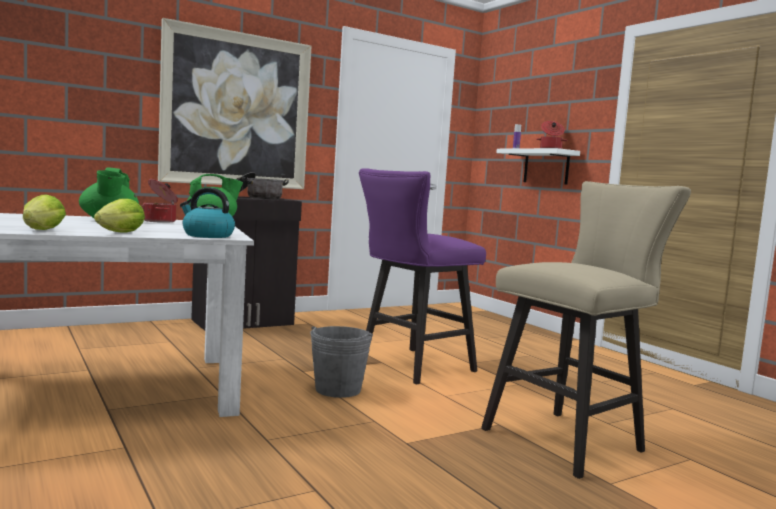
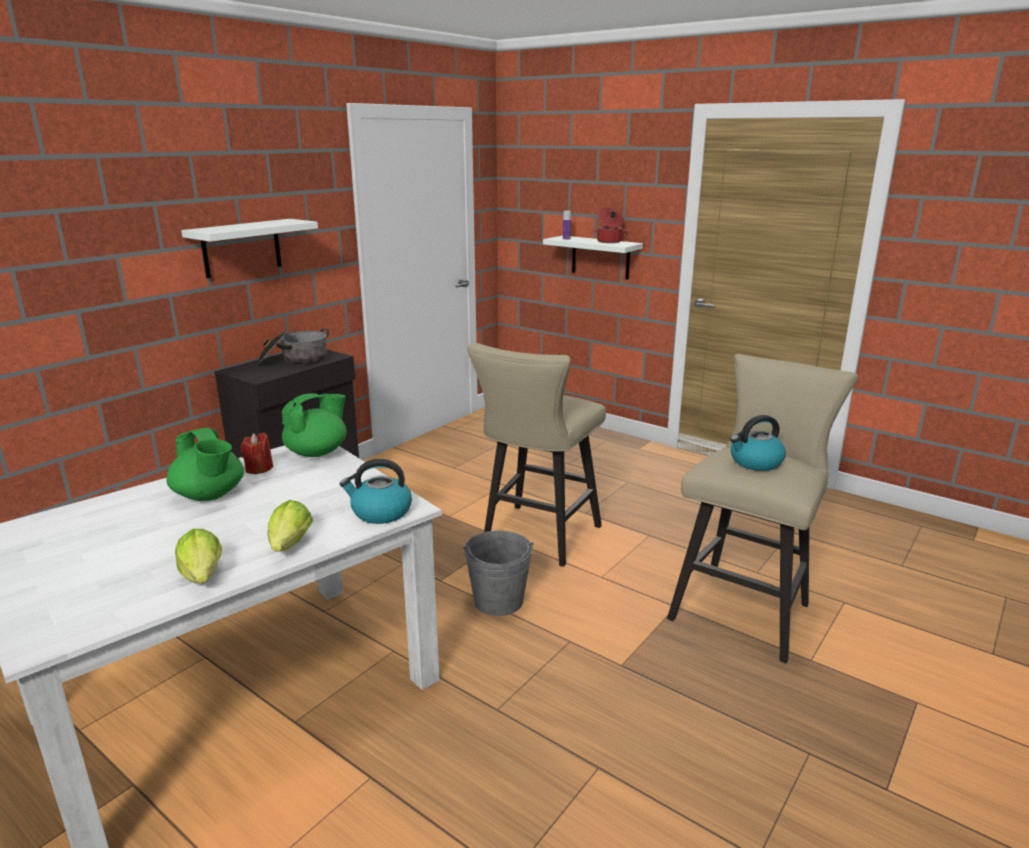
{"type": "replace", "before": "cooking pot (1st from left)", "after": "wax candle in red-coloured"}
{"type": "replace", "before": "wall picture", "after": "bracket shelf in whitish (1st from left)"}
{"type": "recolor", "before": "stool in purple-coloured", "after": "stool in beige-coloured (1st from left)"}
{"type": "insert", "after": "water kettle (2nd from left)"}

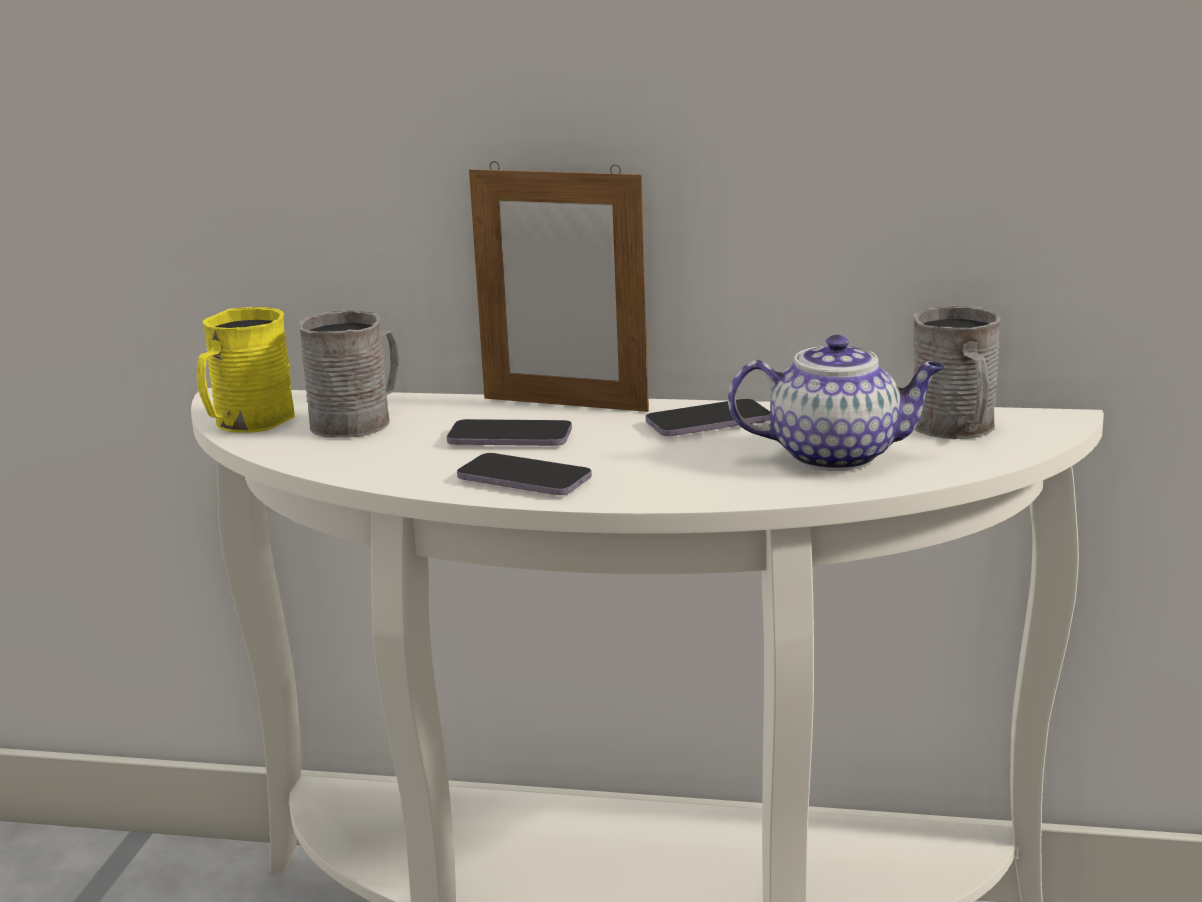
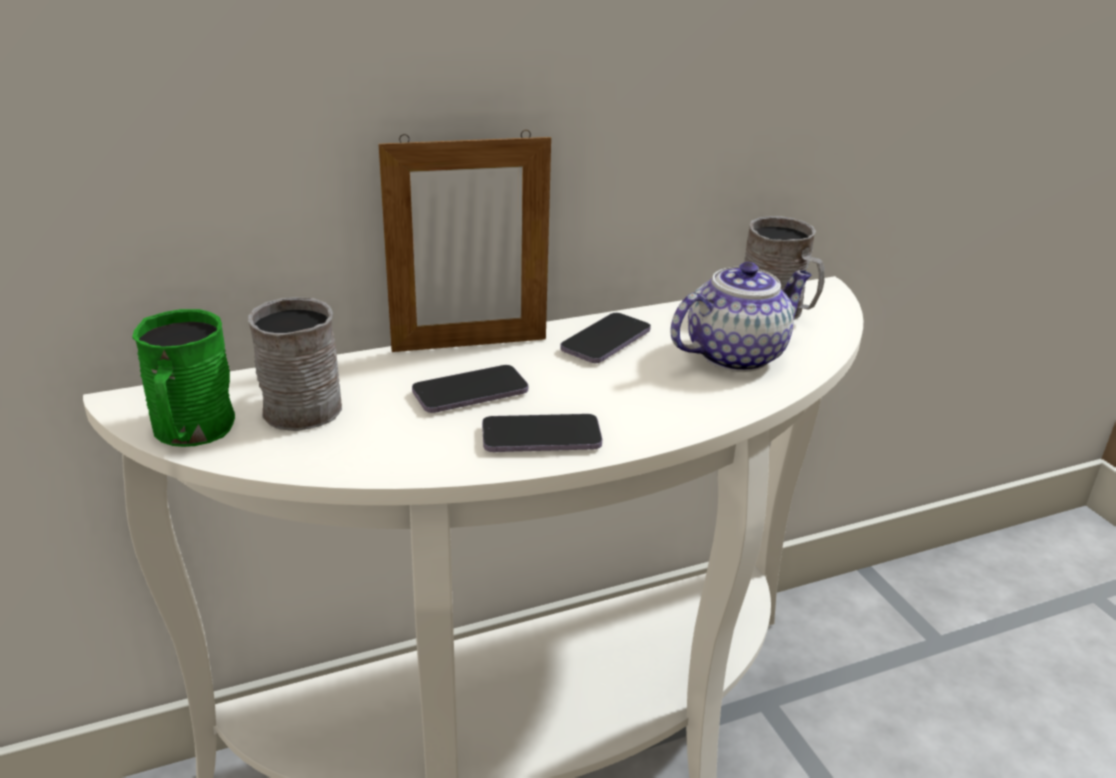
{"type": "recolor", "before": "tea mug in yellow", "after": "tea mug in greenish"}

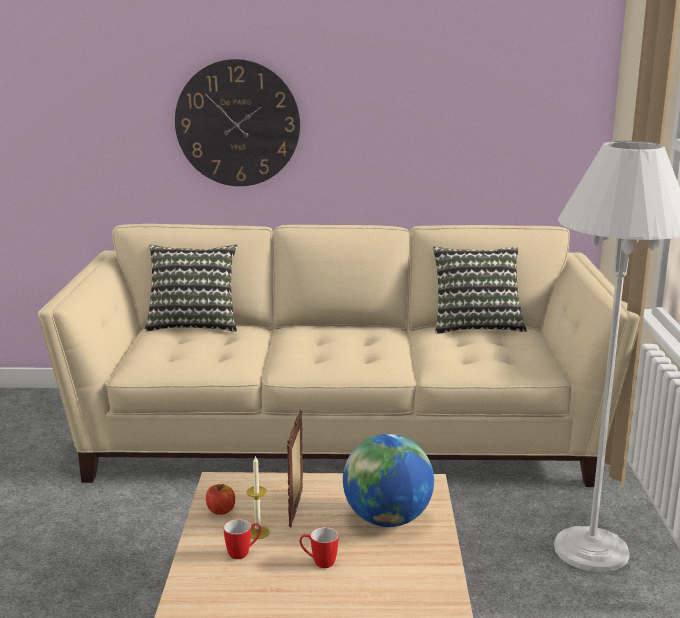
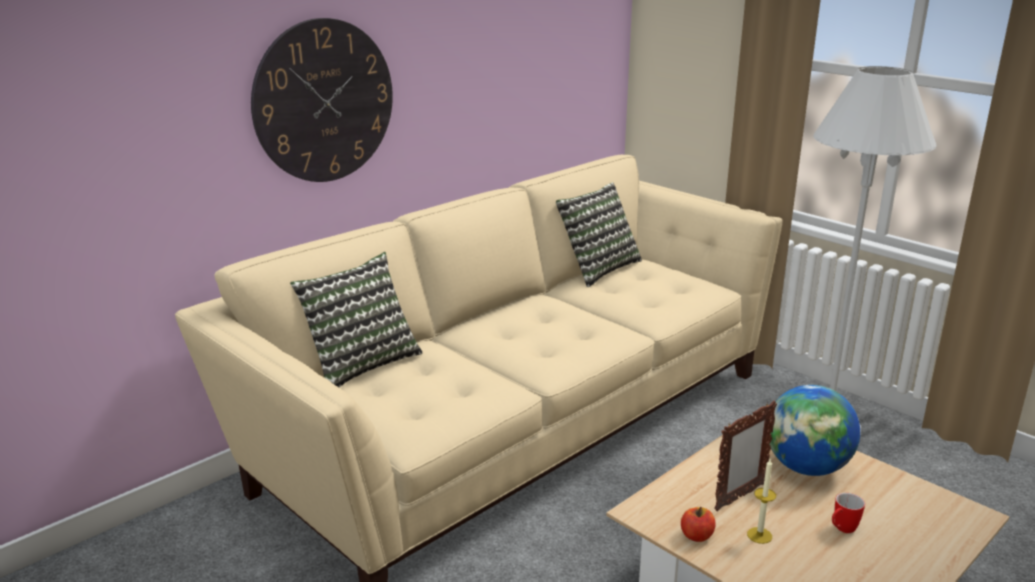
{"type": "delete", "before": "tea mug (1st from left)"}
{"type": "rotate", "before": "picture frame", "turn": -90}

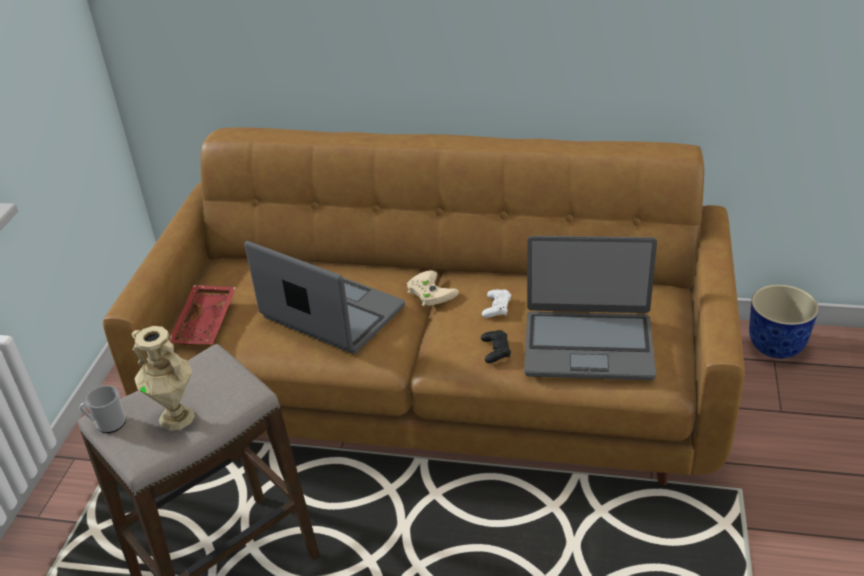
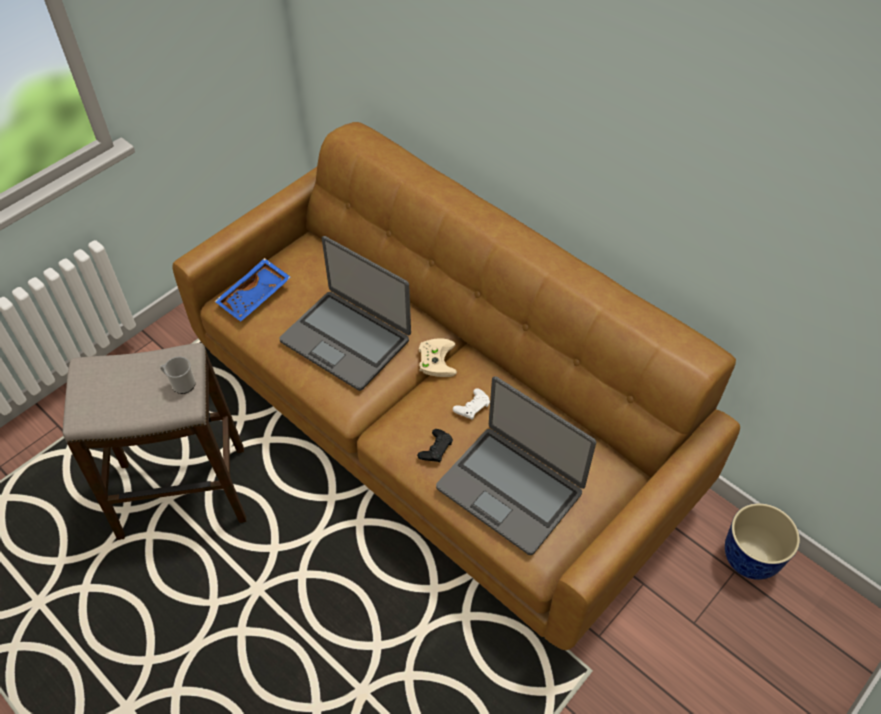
{"type": "move", "before": "tea mug"}
{"type": "delete", "before": "decorative vase in beige-coloured"}
{"type": "recolor", "before": "serving tray in red-coloured", "after": "serving tray in bluish"}
{"type": "rotate", "before": "portable computer (1st from left)", "turn": 150}

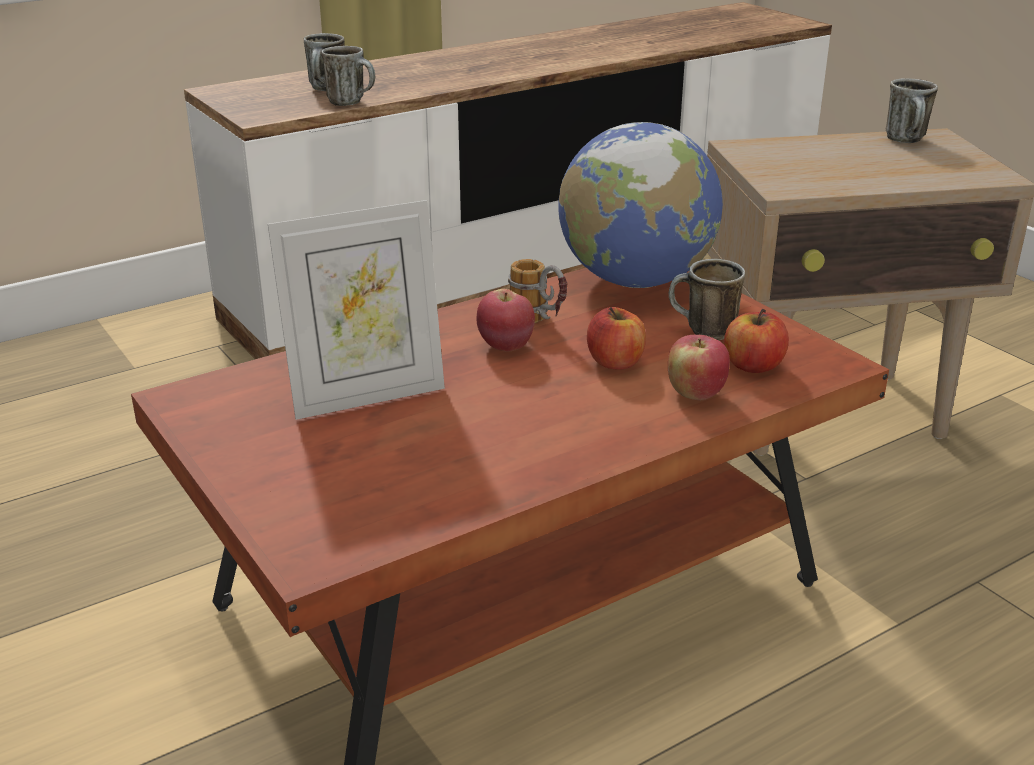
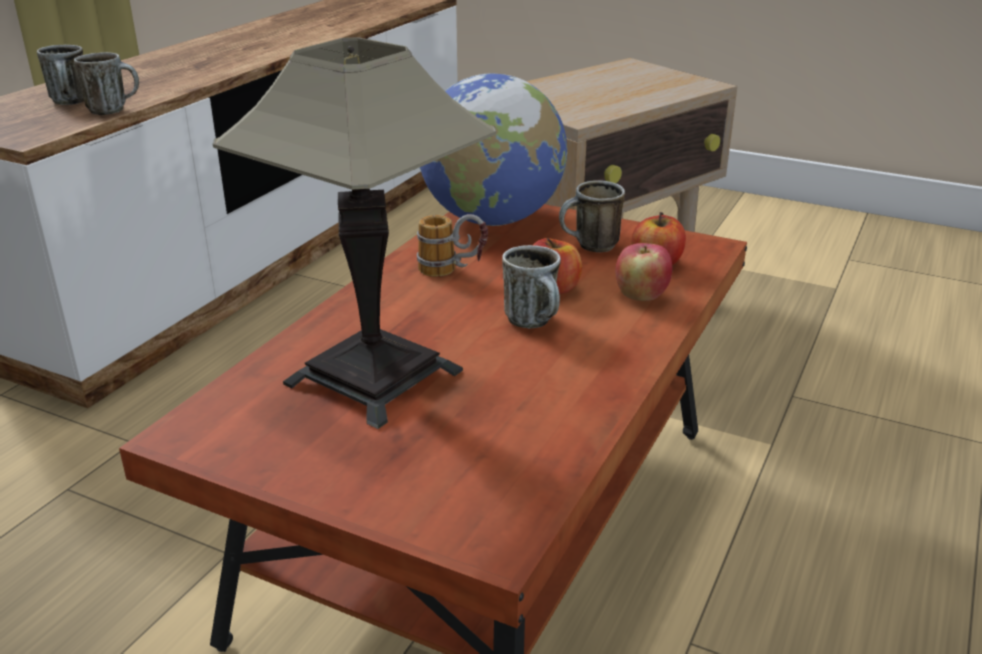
{"type": "replace", "before": "picture frame", "after": "table lamp"}
{"type": "delete", "before": "whole apple (1st from left)"}
{"type": "move", "before": "tea mug (5th from left in the first image)", "after": "tea mug (4th from left)"}

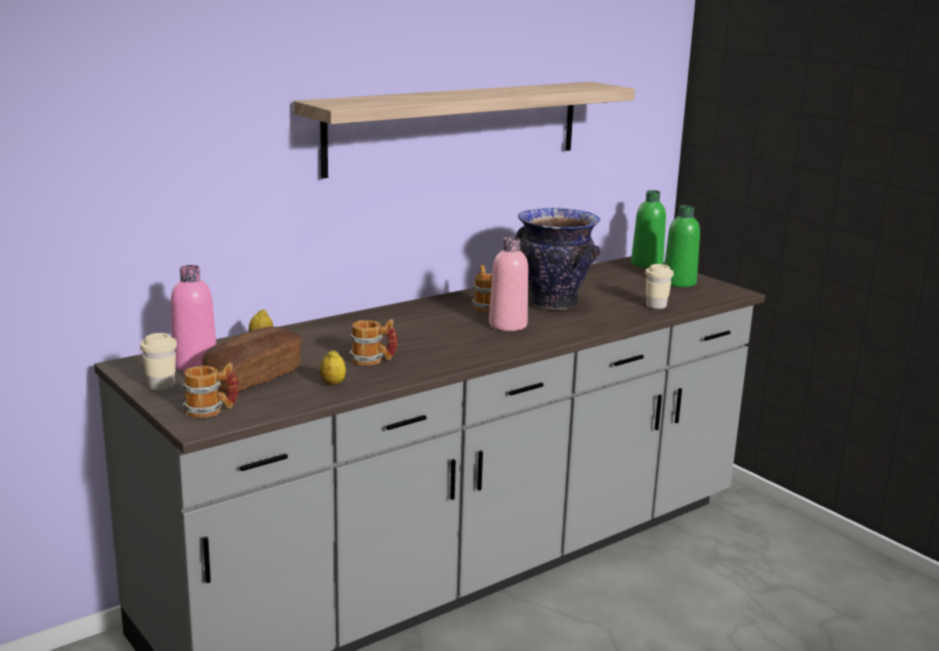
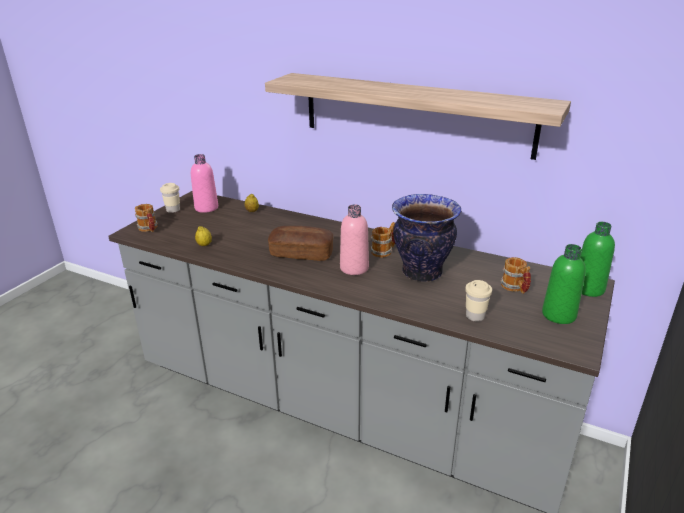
{"type": "move", "before": "bread"}
{"type": "move", "before": "tea mug (2nd from left in the first image)", "after": "tea mug (3rd from left)"}

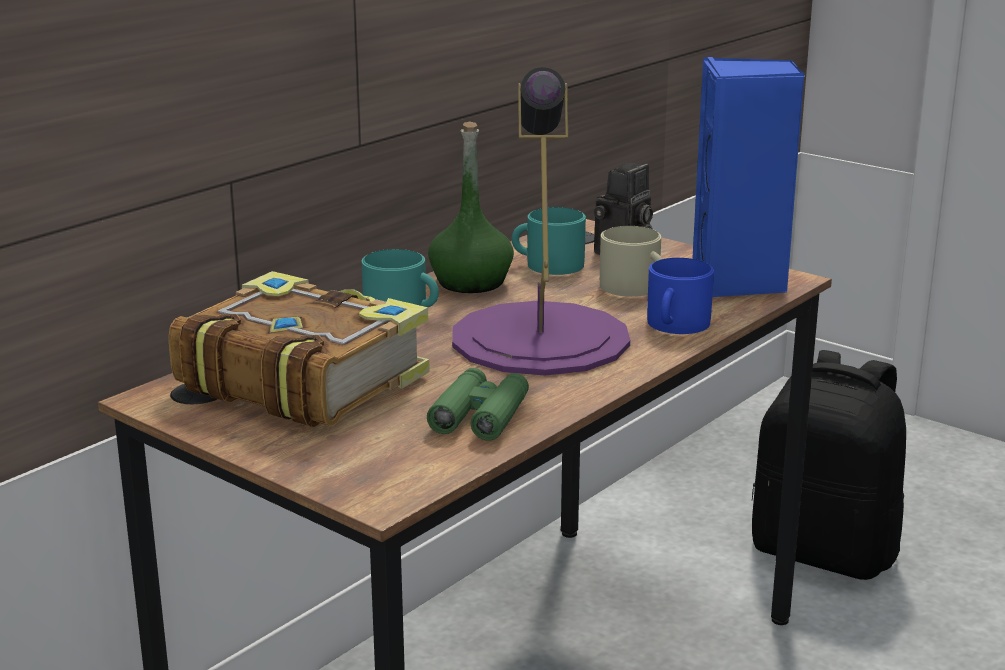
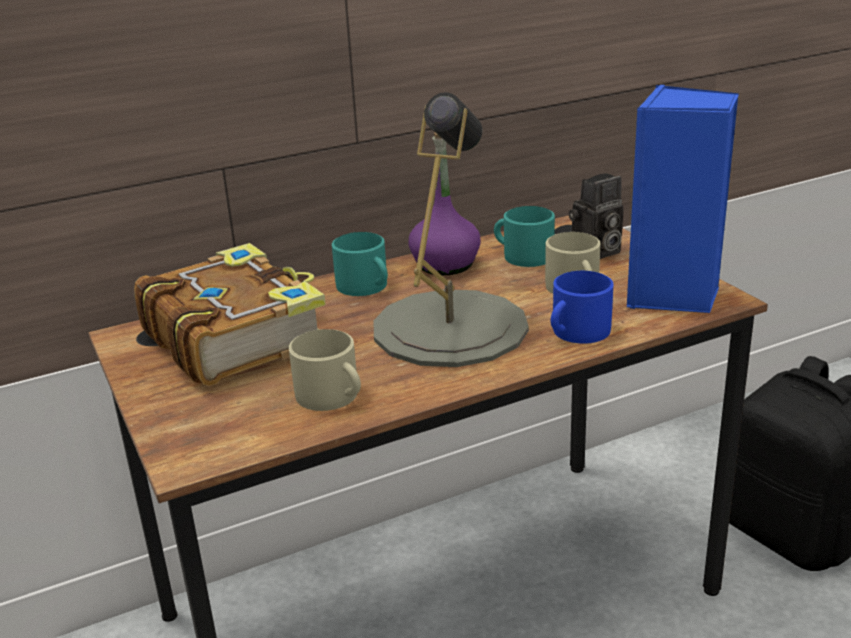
{"type": "replace", "before": "binoculars in greenish", "after": "tea mug in beige-coloured (1st from left)"}
{"type": "recolor", "before": "drink bottle in greenish", "after": "drink bottle in purple-coloured"}
{"type": "recolor", "before": "table lamp in purple-coloured", "after": "table lamp in gray"}

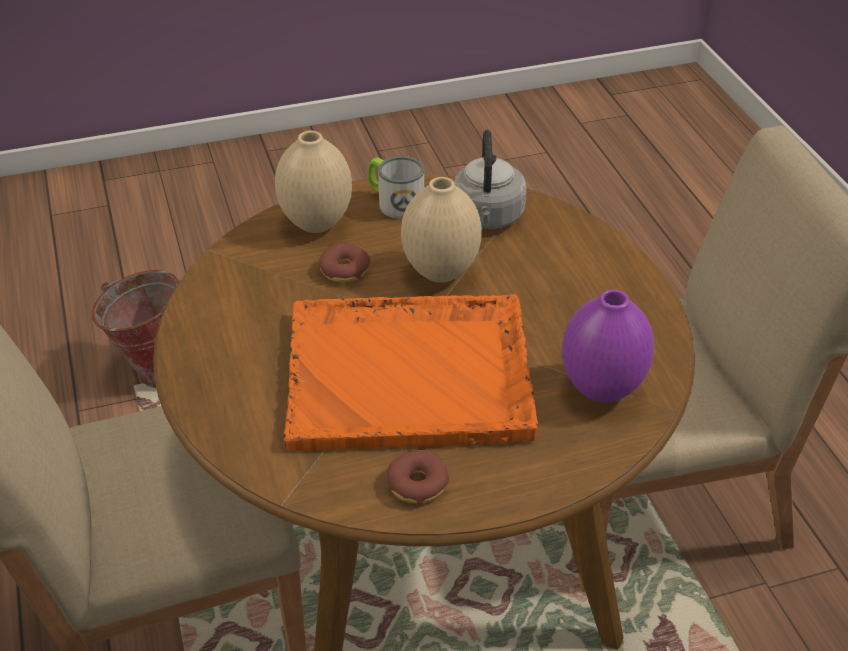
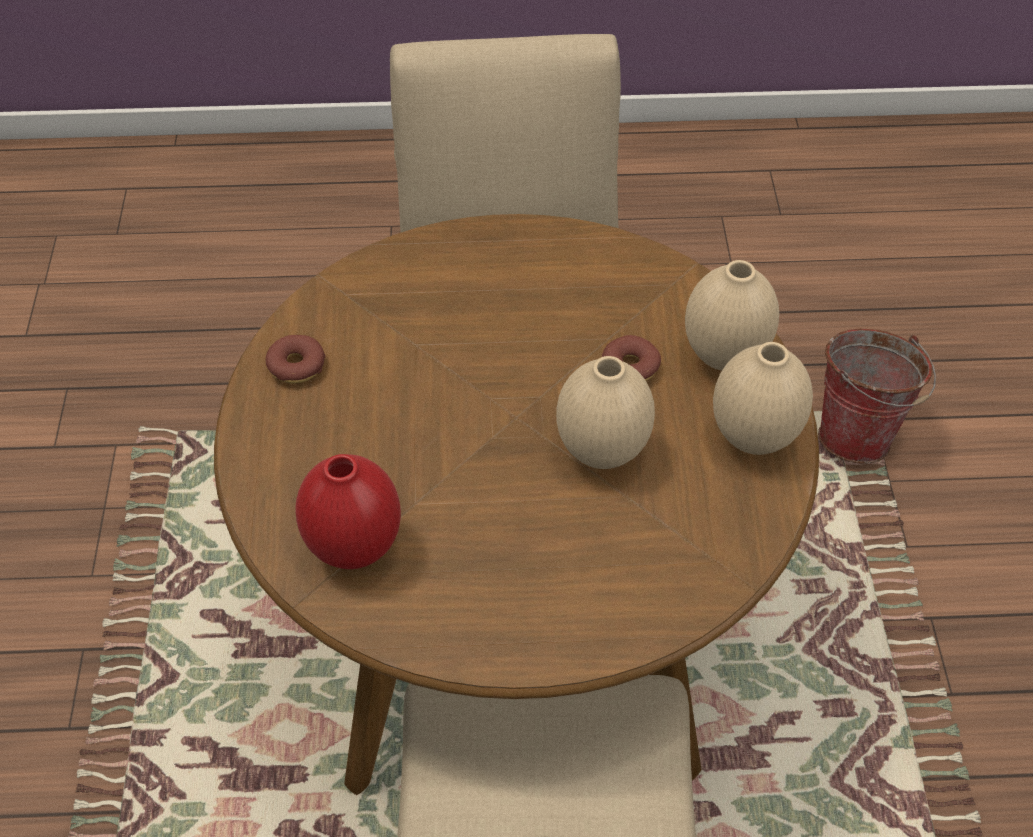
{"type": "delete", "before": "serving tray in orange-coloured"}
{"type": "replace", "before": "tea mug", "after": "decorative vase in beige-coloured (3rd from left)"}
{"type": "delete", "before": "water kettle in gray"}
{"type": "recolor", "before": "decorative vase in purple-coloured", "after": "decorative vase in red-coloured"}

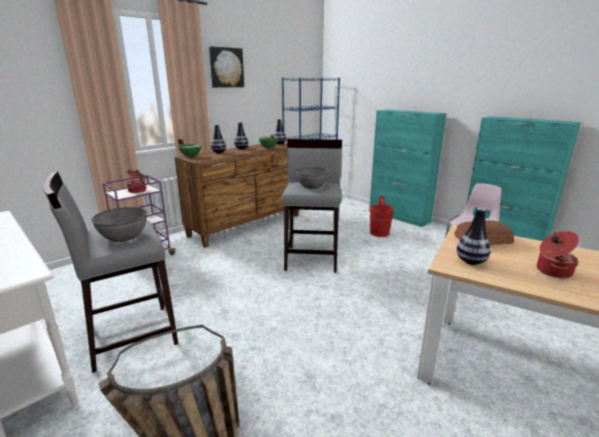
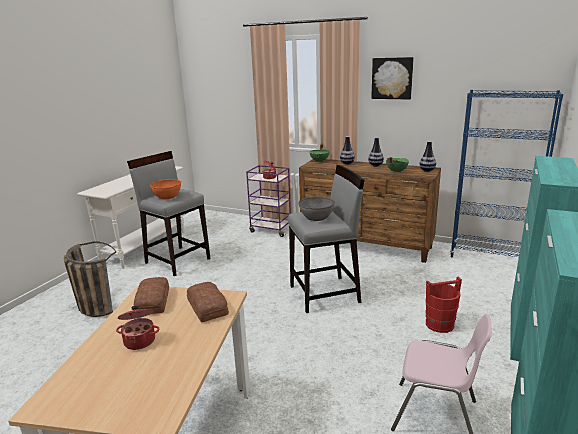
{"type": "recolor", "before": "serving bowl in gray (1st from left)", "after": "serving bowl in orange-coloured"}
{"type": "replace", "before": "decorative vase (4th from left)", "after": "bread (1st from left)"}

